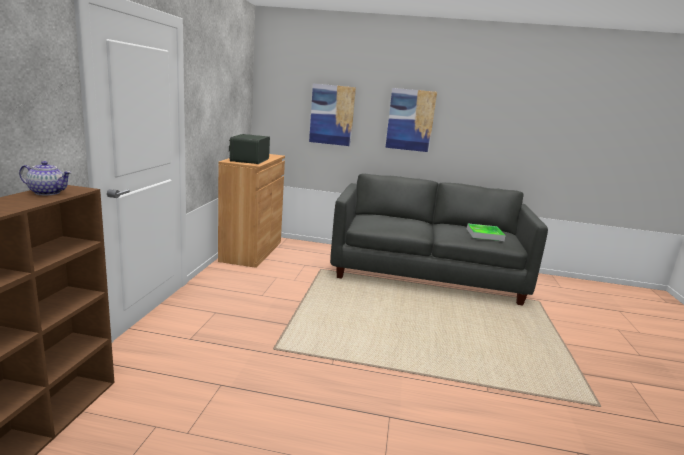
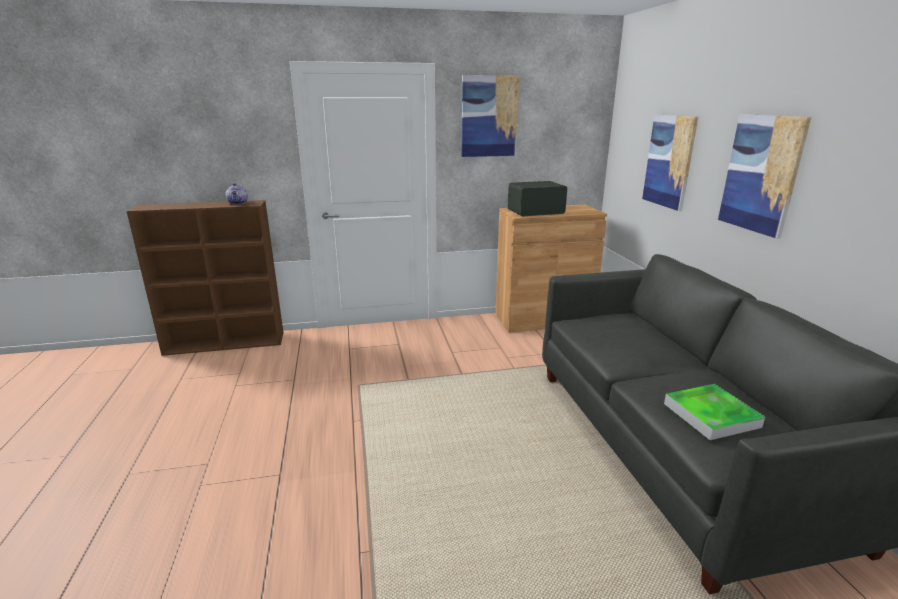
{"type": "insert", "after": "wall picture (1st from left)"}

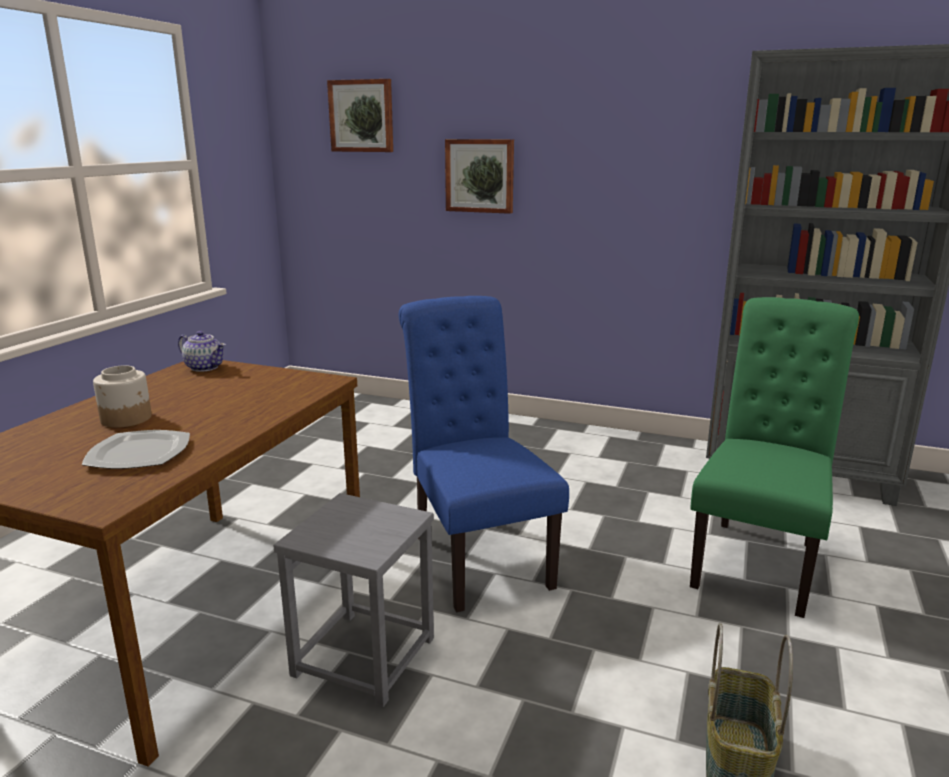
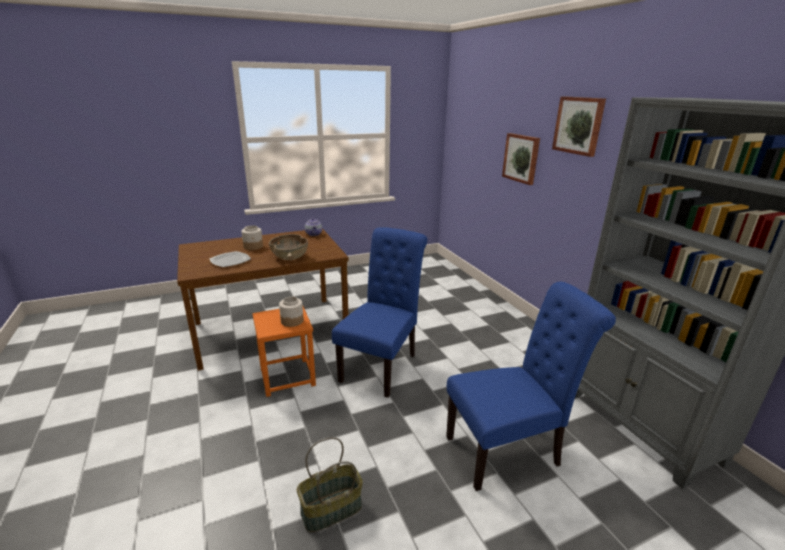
{"type": "recolor", "before": "stool in gray", "after": "stool in orange-coloured"}
{"type": "move", "before": "wall picture (1st from left in the first image)", "after": "wall picture (2nd from left)"}
{"type": "recolor", "before": "upright chair in greenish", "after": "upright chair in bluish (2nd from left)"}
{"type": "insert", "after": "serving bowl in brownish"}
{"type": "insert", "after": "storage jar (2nd from left)"}

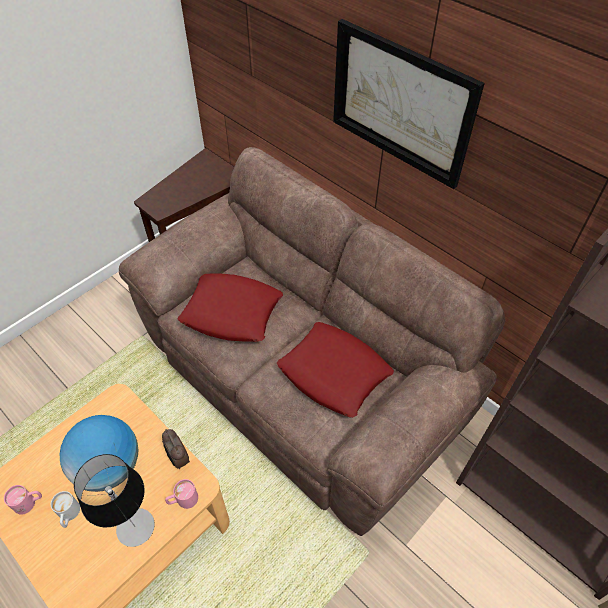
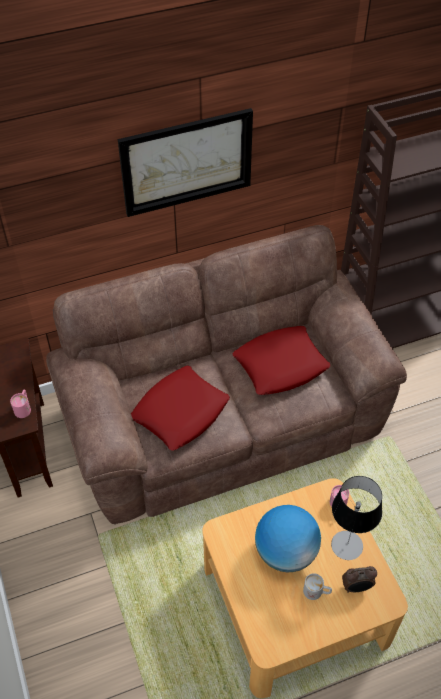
{"type": "move", "before": "tea mug in pinkish (1st from left)"}
{"type": "move", "before": "bedside clock"}

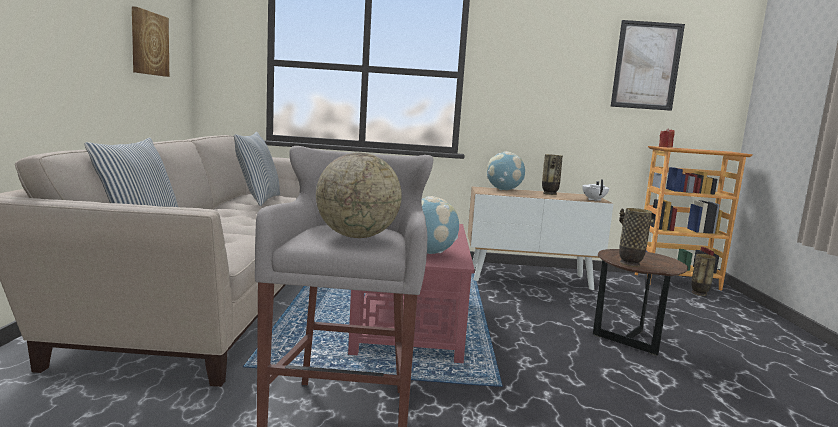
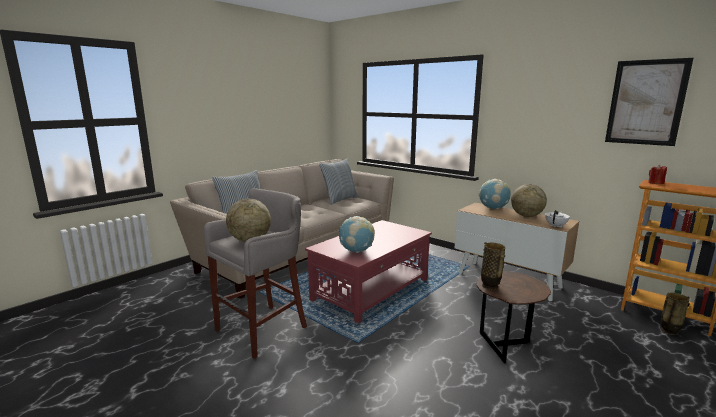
{"type": "delete", "before": "wall picture (1st from left)"}
{"type": "replace", "before": "decorative vase (1st from left)", "after": "desk globe (4th from left)"}

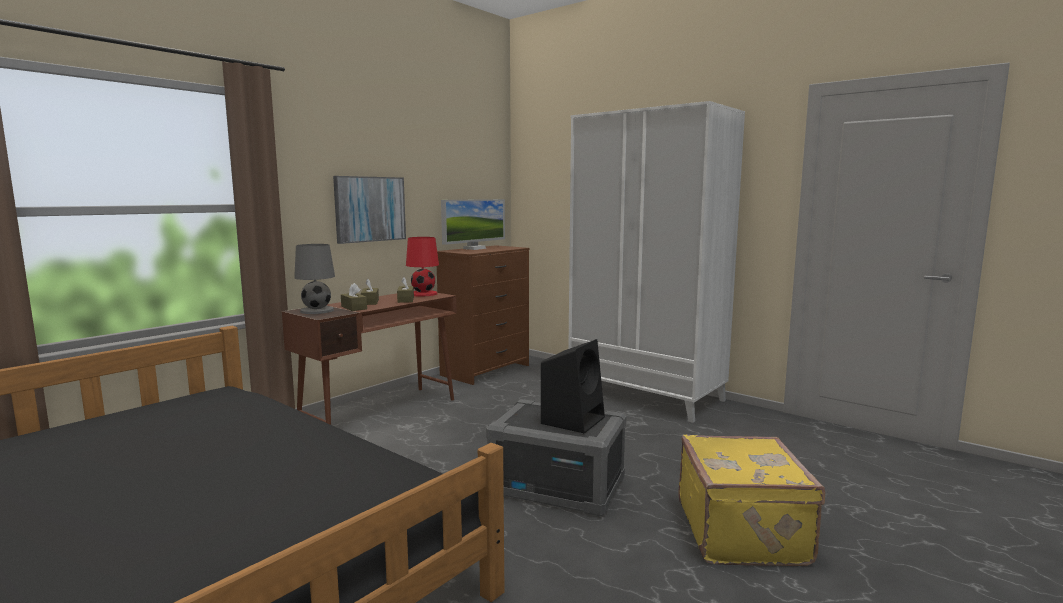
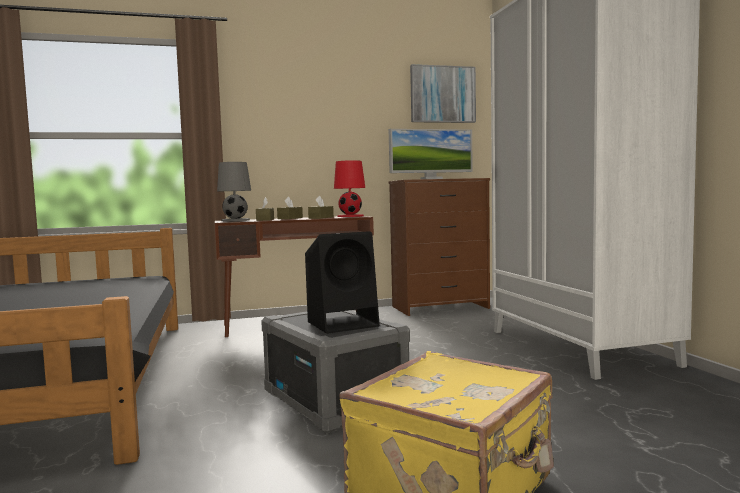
{"type": "move", "before": "wall picture"}

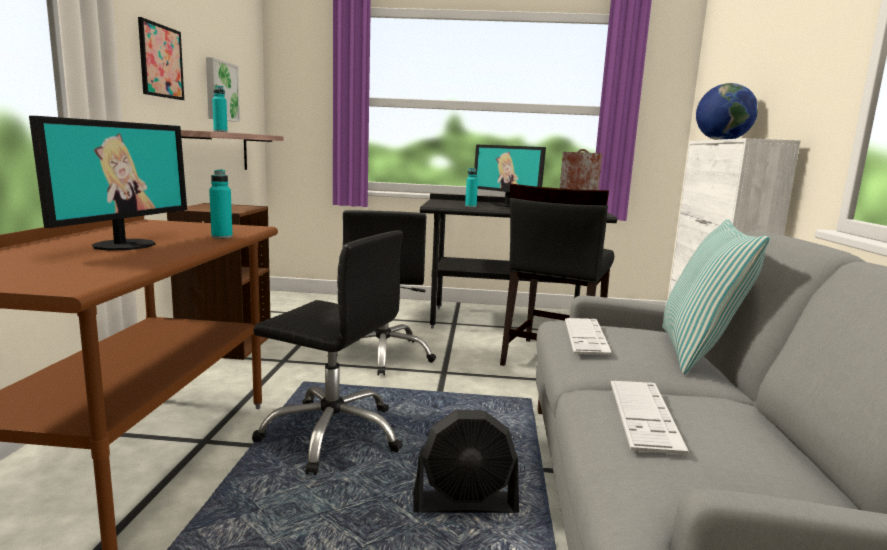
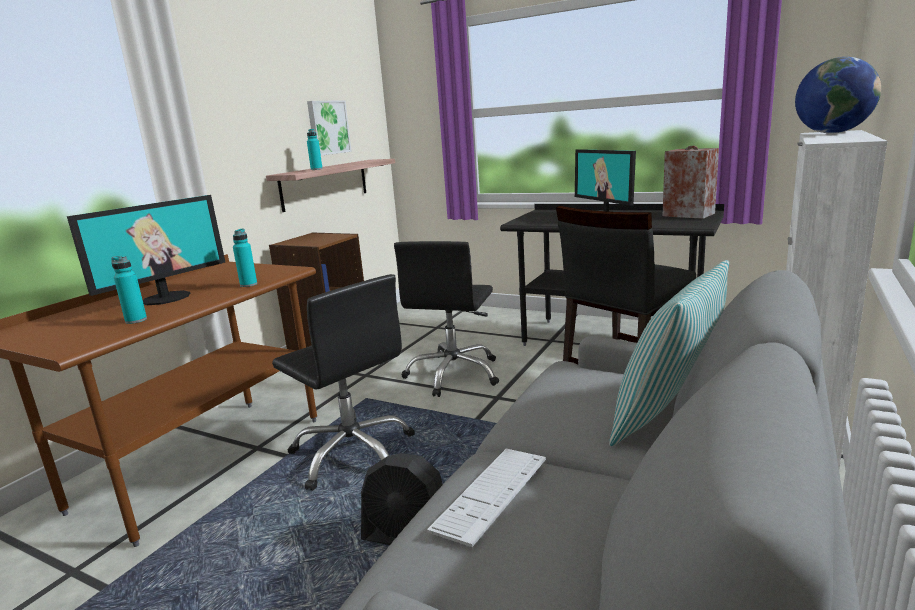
{"type": "delete", "before": "wall picture (1st from left)"}
{"type": "move", "before": "drink bottle in turquoise (3rd from left in the first image)", "after": "drink bottle in turquoise (1st from left)"}
{"type": "delete", "before": "keyboard (1st from left)"}

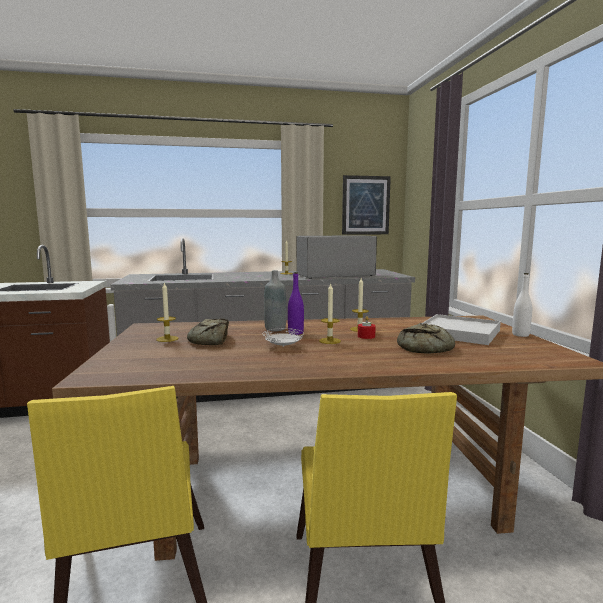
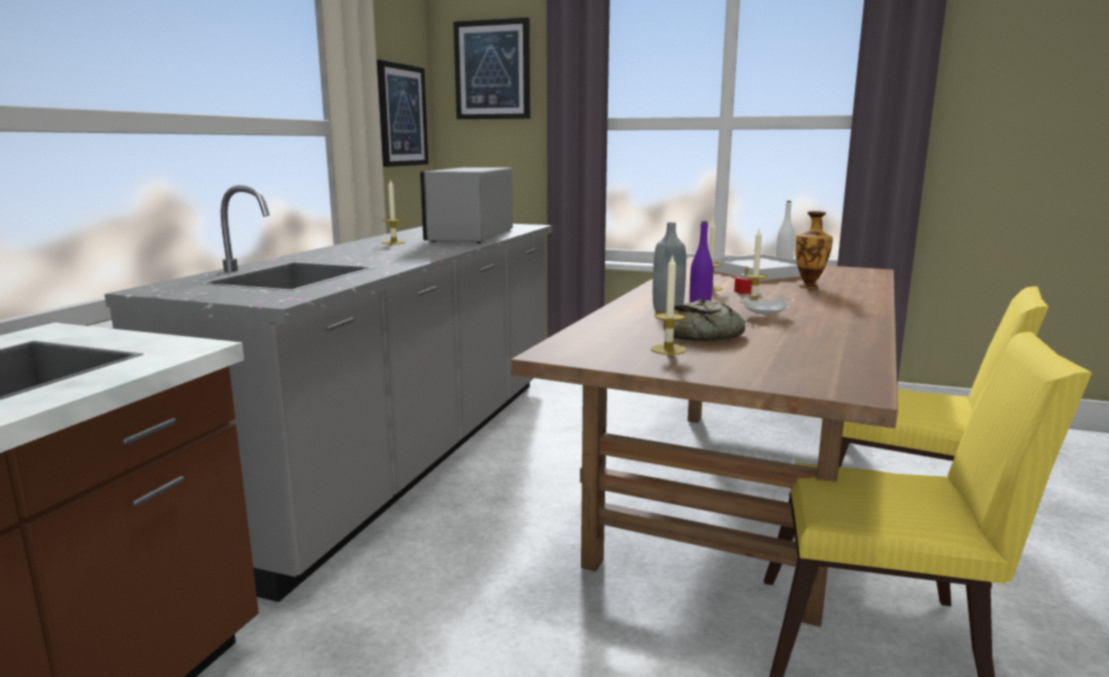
{"type": "replace", "before": "bread (2nd from left)", "after": "decorative vase"}
{"type": "insert", "after": "wall picture (2nd from left)"}

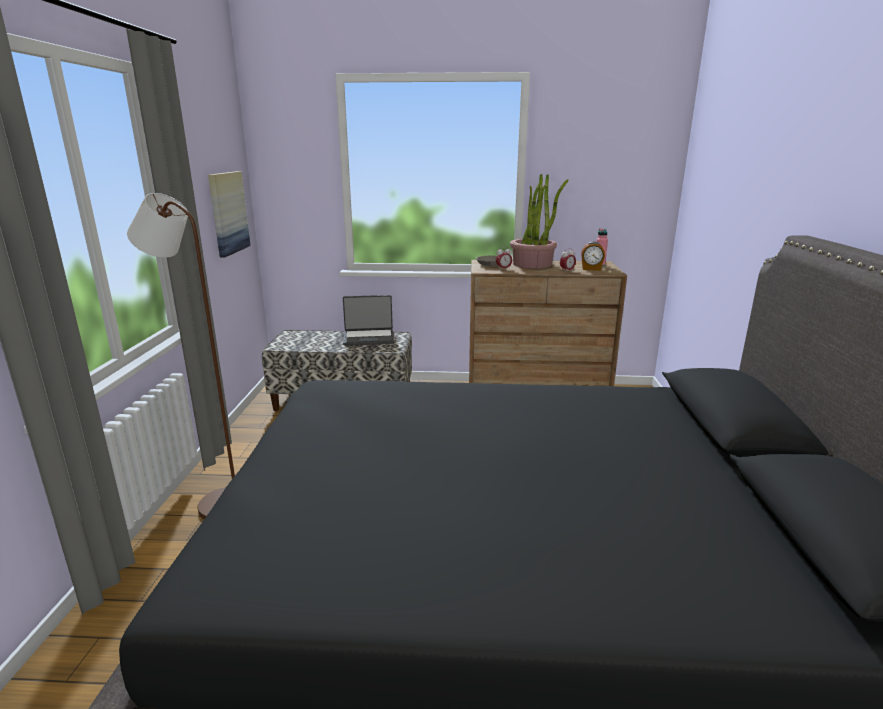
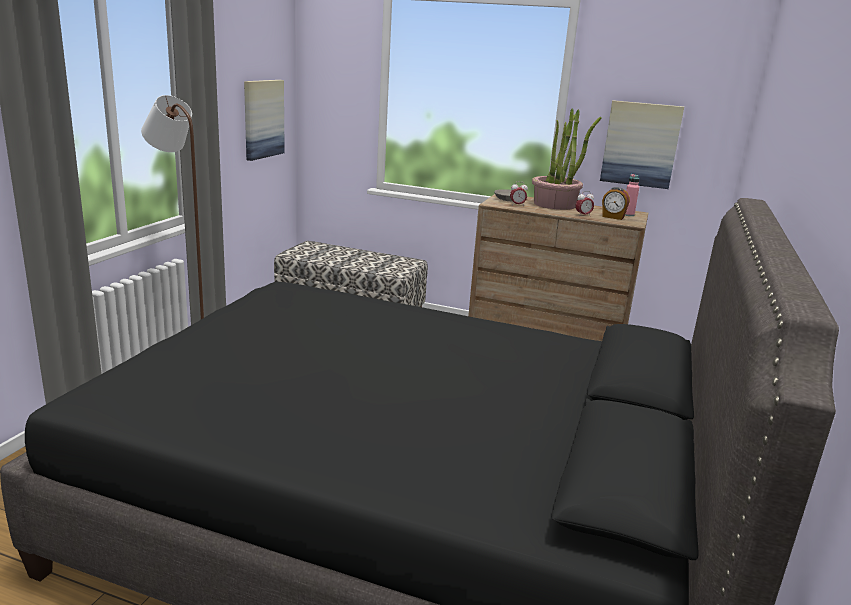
{"type": "delete", "before": "portable computer"}
{"type": "insert", "after": "wall picture (2nd from left)"}

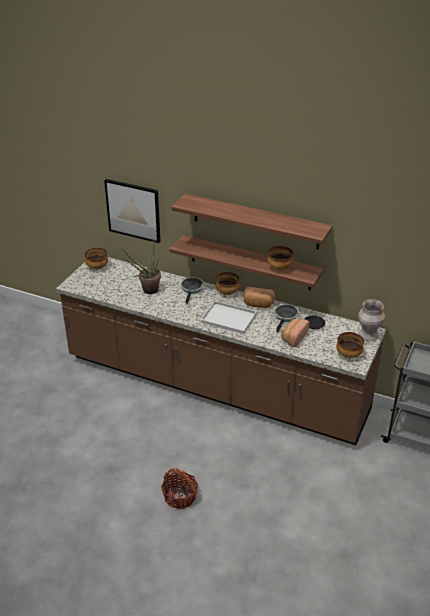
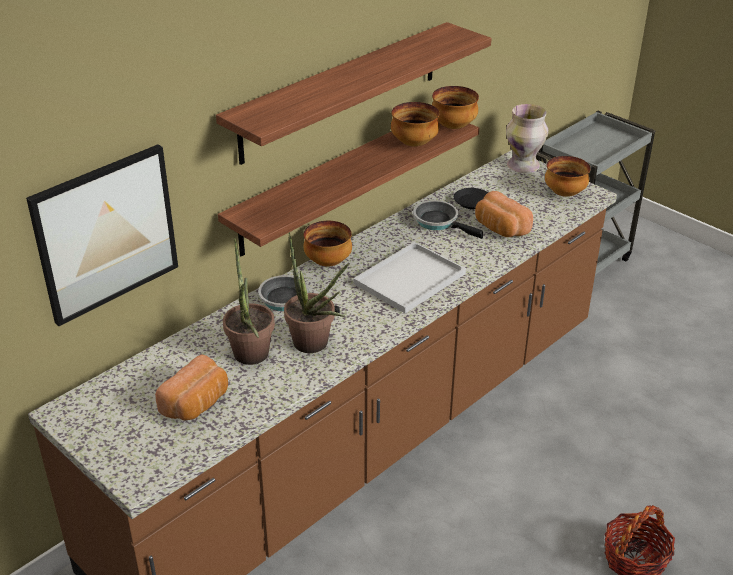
{"type": "move", "before": "serving bowl (1st from left in the first image)", "after": "serving bowl (3rd from left)"}
{"type": "move", "before": "bread (1st from left)"}
{"type": "insert", "after": "potted plant (2nd from left)"}

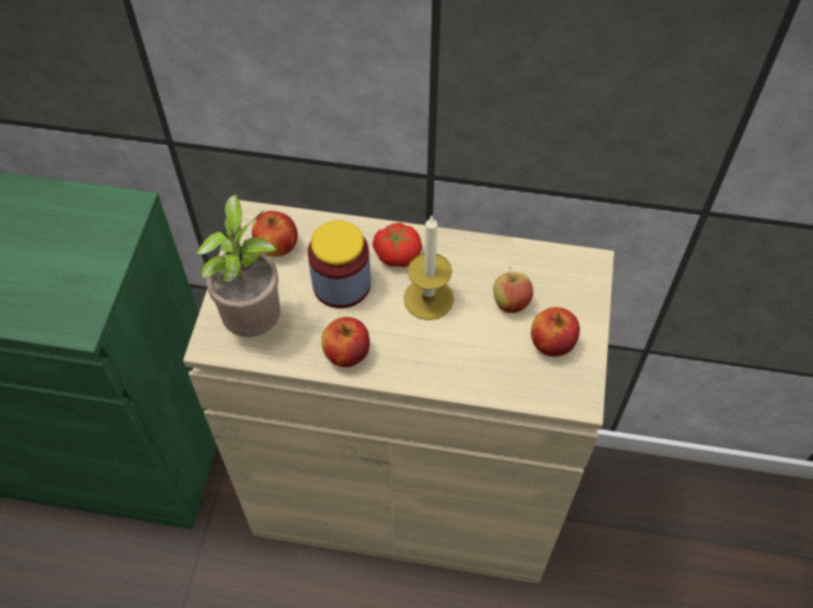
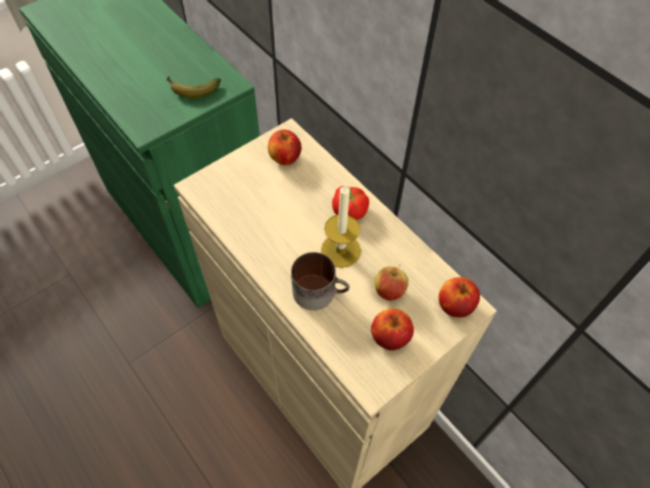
{"type": "delete", "before": "potted plant"}
{"type": "delete", "before": "storage jar"}
{"type": "move", "before": "whole apple (2nd from left in the first image)", "after": "whole apple (4th from left)"}
{"type": "insert", "after": "banana"}
{"type": "insert", "after": "tea mug"}

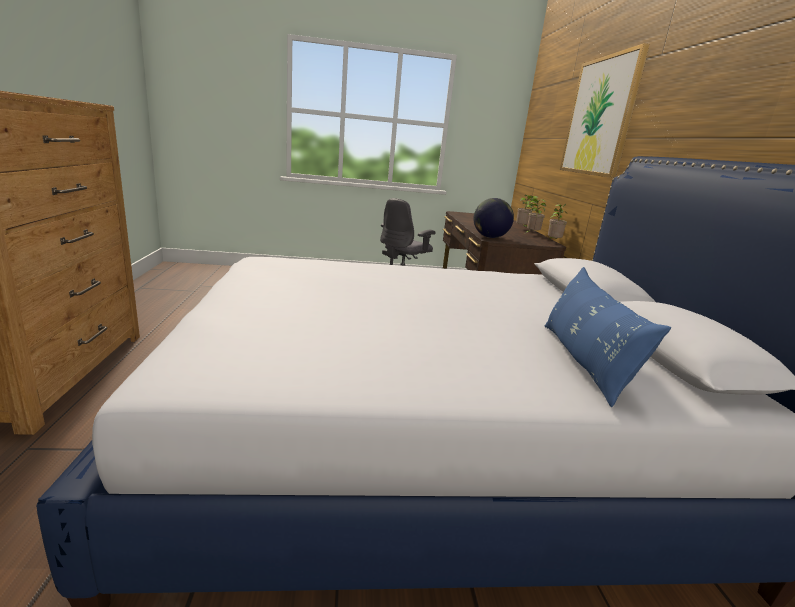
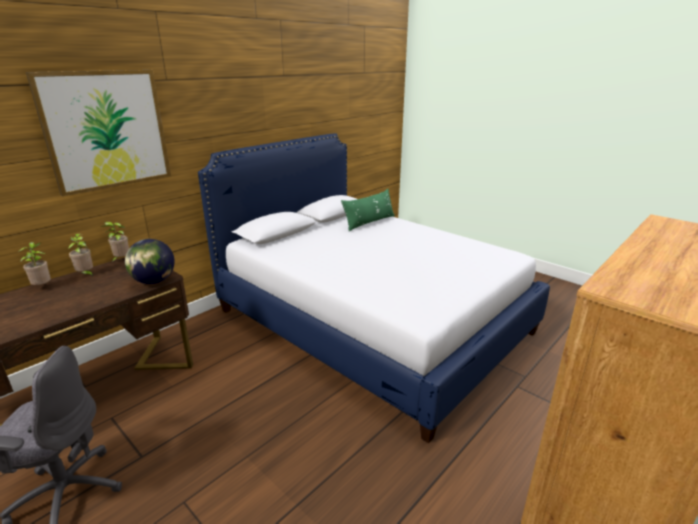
{"type": "recolor", "before": "throw pillow in bluish", "after": "throw pillow in greenish"}

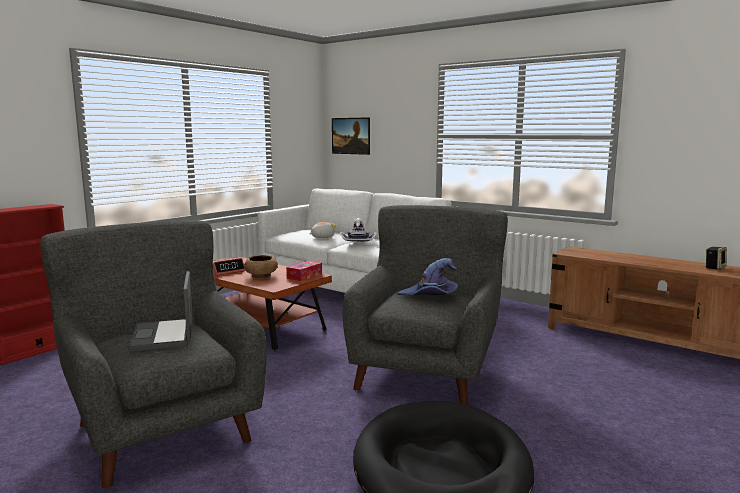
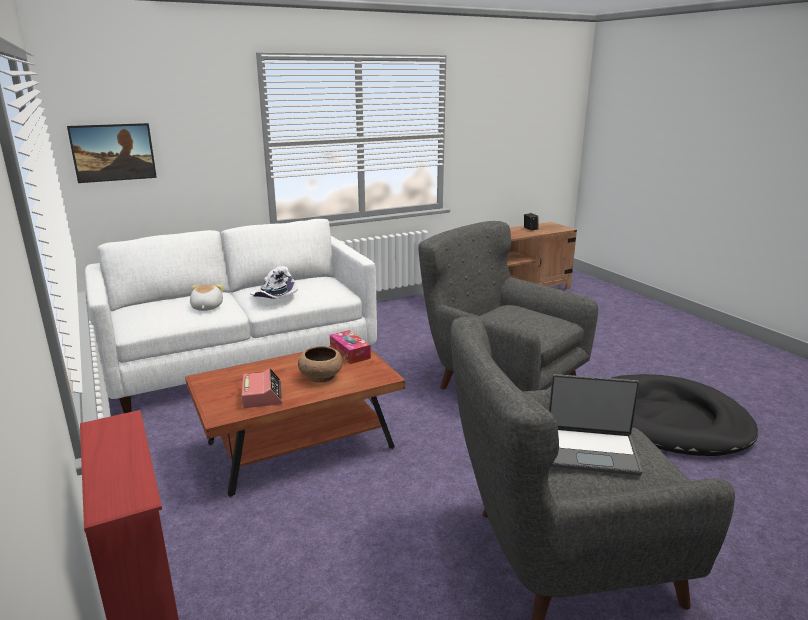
{"type": "delete", "before": "hat in purple-coloured"}

